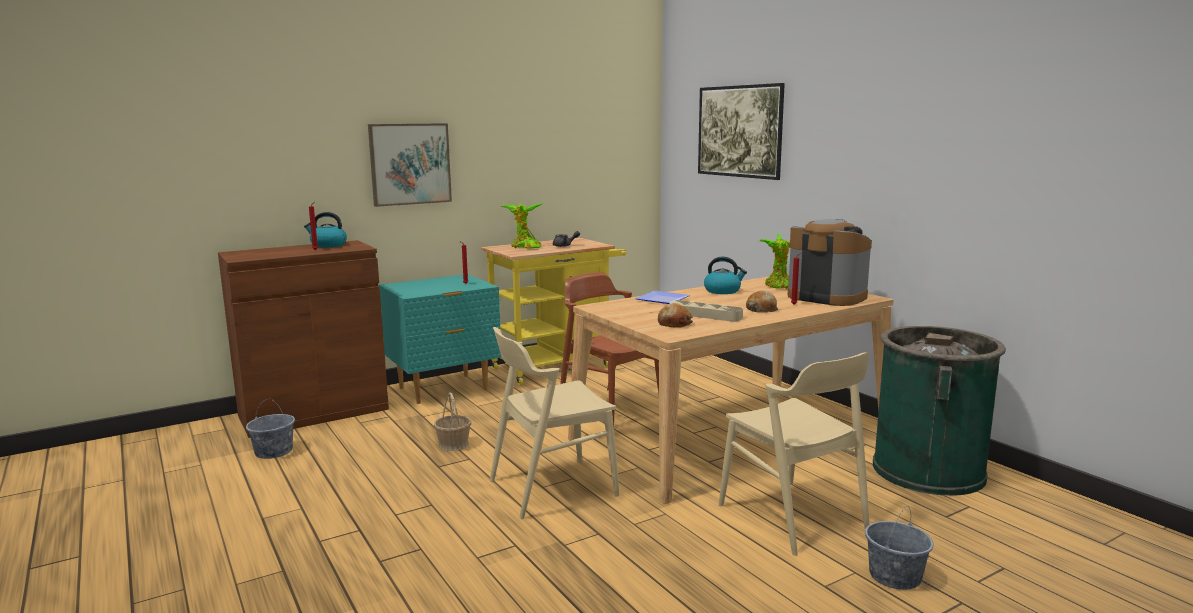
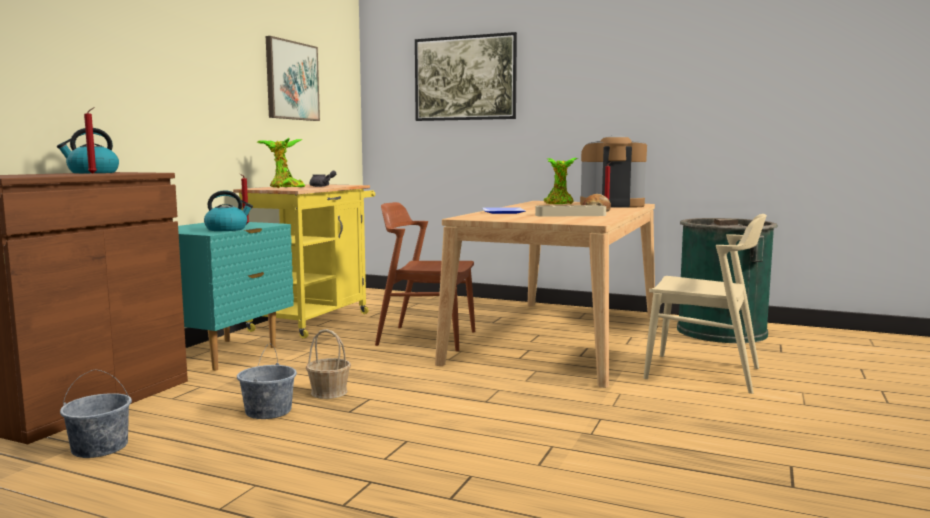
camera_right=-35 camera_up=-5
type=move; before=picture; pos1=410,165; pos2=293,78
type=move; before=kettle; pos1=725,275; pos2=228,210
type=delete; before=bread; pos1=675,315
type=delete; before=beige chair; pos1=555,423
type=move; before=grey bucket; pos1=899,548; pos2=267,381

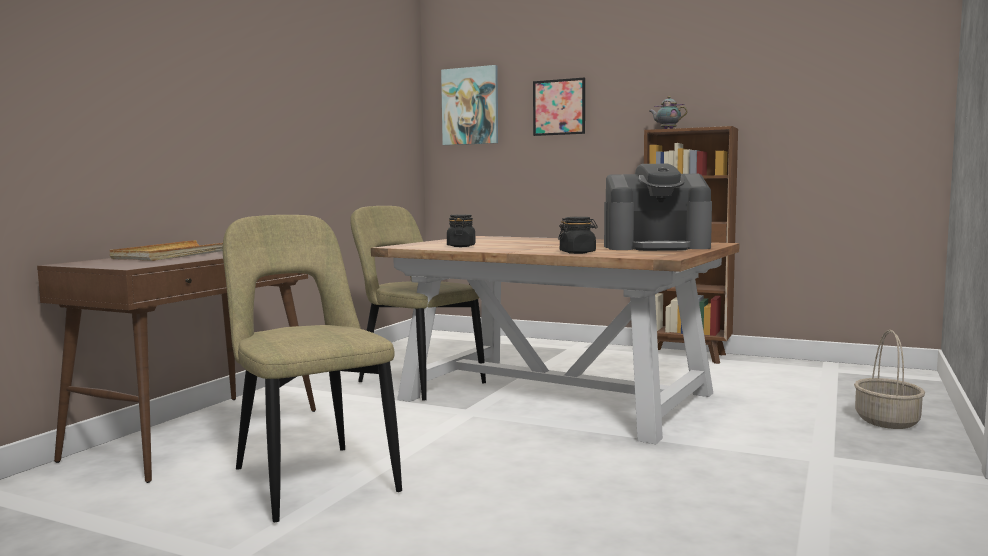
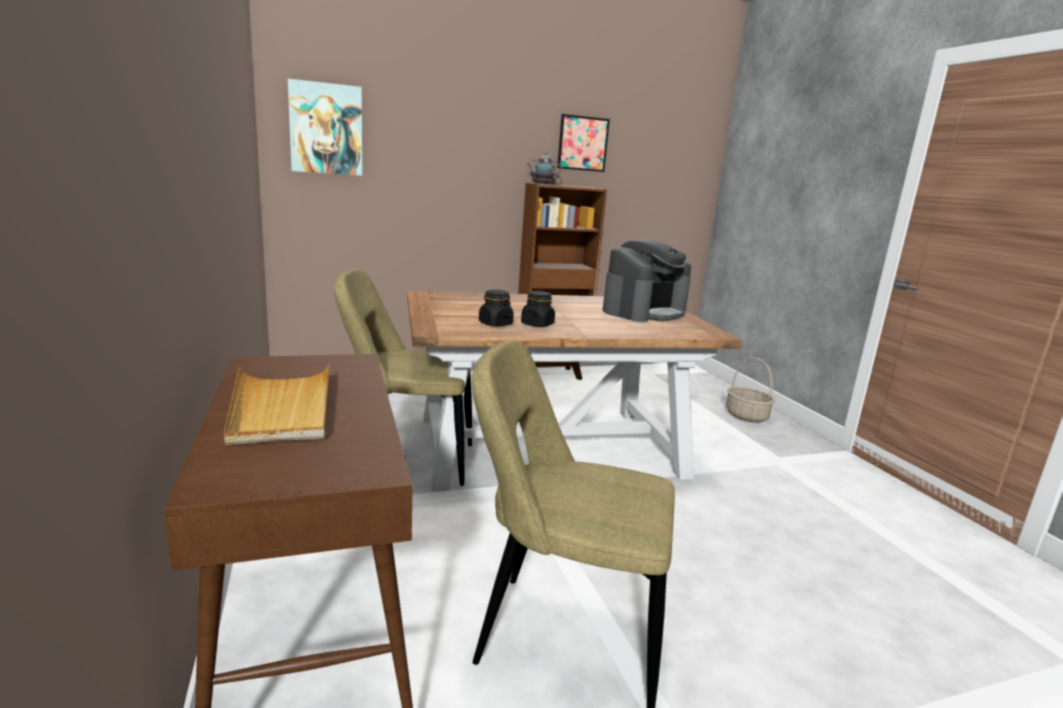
camera_right=-45 camera_up=10
type=move; before=picture; pos1=559,107; pos2=583,143
type=move; before=black jar; pos1=578,235; pos2=538,309

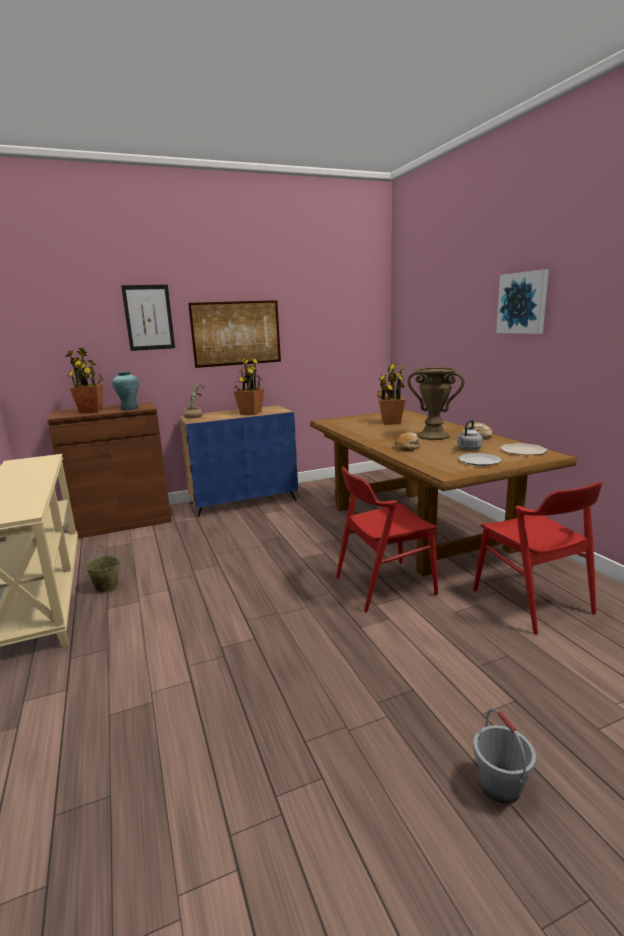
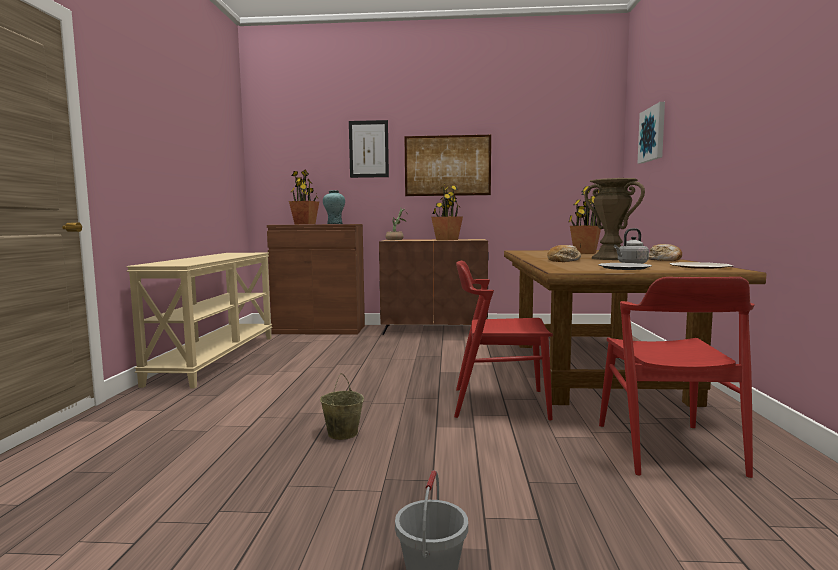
camera_right=25 camera_up=-10
type=move; before=picture; pos1=522,301; pos2=651,133
type=recolor; before=blue cabinet; after=brown cabinet; pos1=238,461; pos2=433,287
type=move; before=beige bucket; pos1=102,569; pos2=342,406

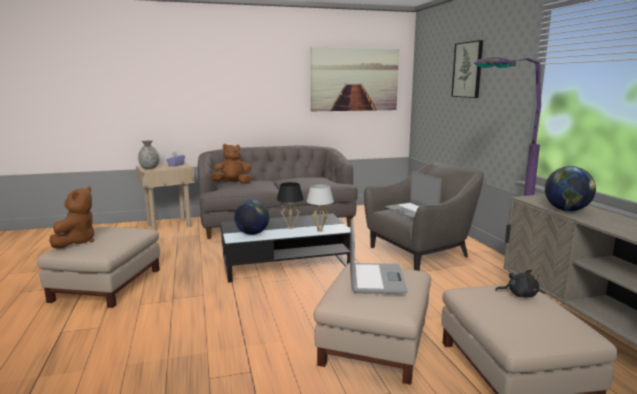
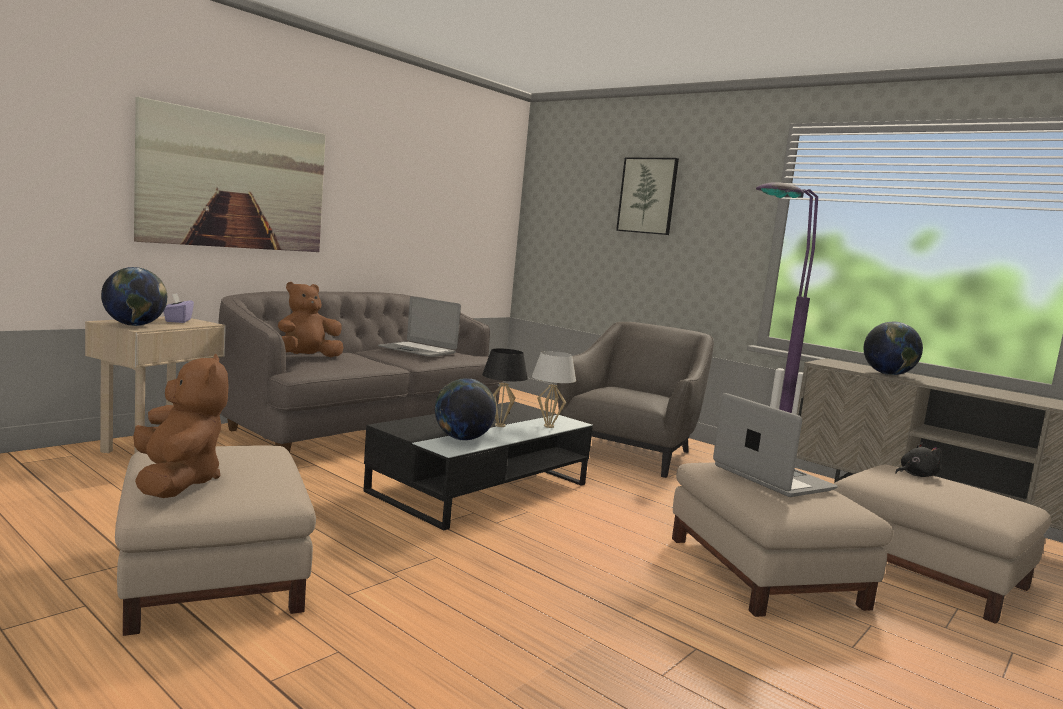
camera_right=-35 camera_up=-5
type=move; before=picture; pos1=355,79; pos2=230,174
type=replace; before=grey vase; after=globe; pos1=148,154; pos2=134,296
type=move; before=laptop; pos1=413,194; pos2=419,326

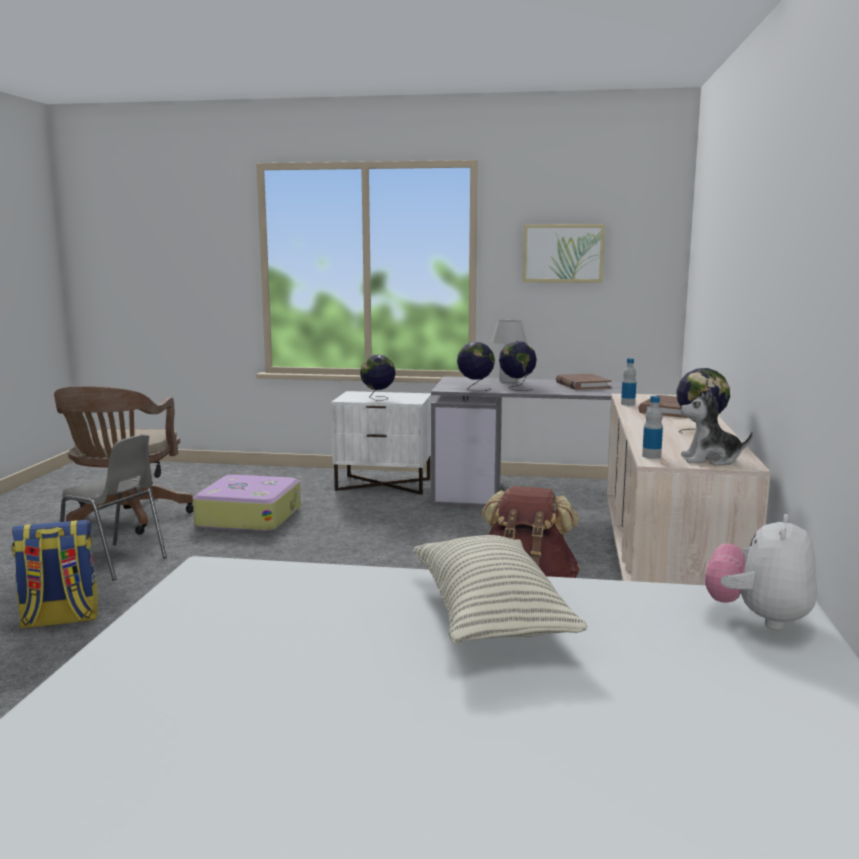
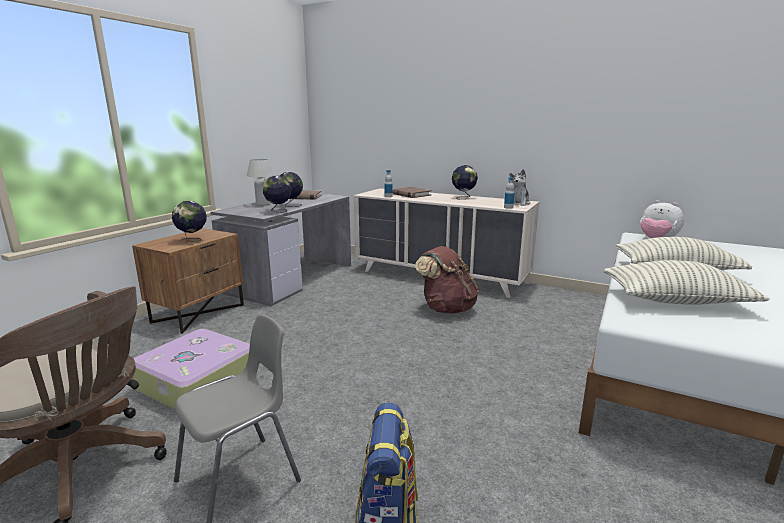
camera_right=-70 camera_up=5
type=delete; before=picture; pos1=564,253
type=recolor; before=white nightstand; after=brown nightstand; pos1=381,443; pos2=188,281
type=insert; after=pillow; pos2=686,282

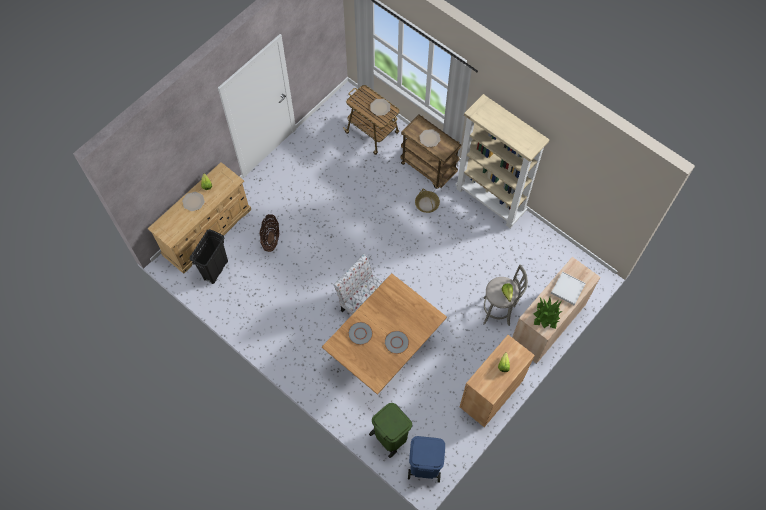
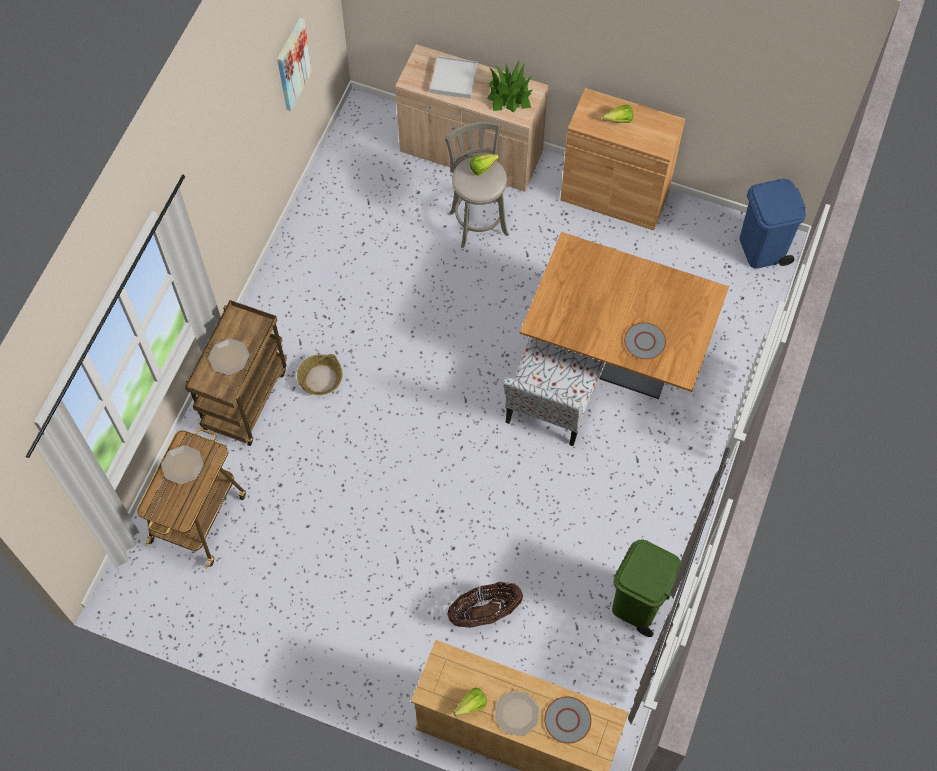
camera_right=-110 camera_up=0
type=delete; before=beige bookcase; pos1=502,161
type=delete; before=black trash can; pos1=208,256
type=move; before=grey plate; pos1=396,342; pos2=568,720
type=move; before=green trash can; pos1=390,430; pos2=646,588
type=insert; after=picture; pos2=294,64

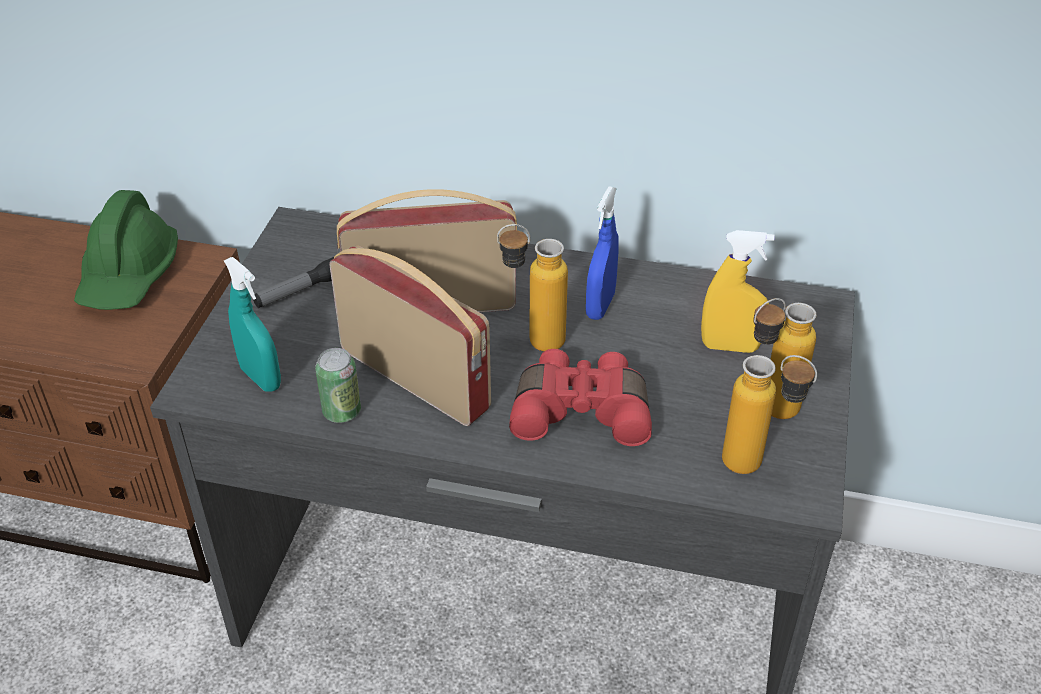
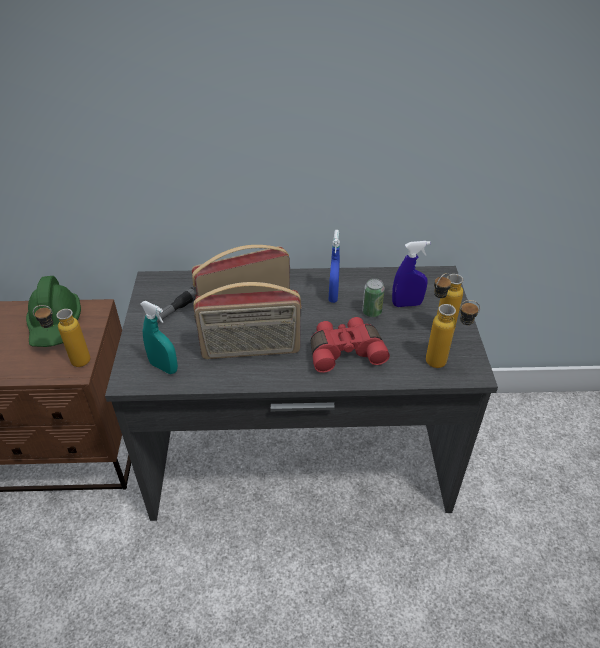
camera_right=-15 camera_up=0
type=move; before=bottle; pos1=532,287; pos2=61,336
type=recolor; before=yellow spray bottle; after=blue spray bottle; pos1=738,291; pos2=411,274
type=rotate; before=radio; pos1=410,335; pos2=247,320; turn=150
type=move; before=can; pos1=338,385; pos2=373,297

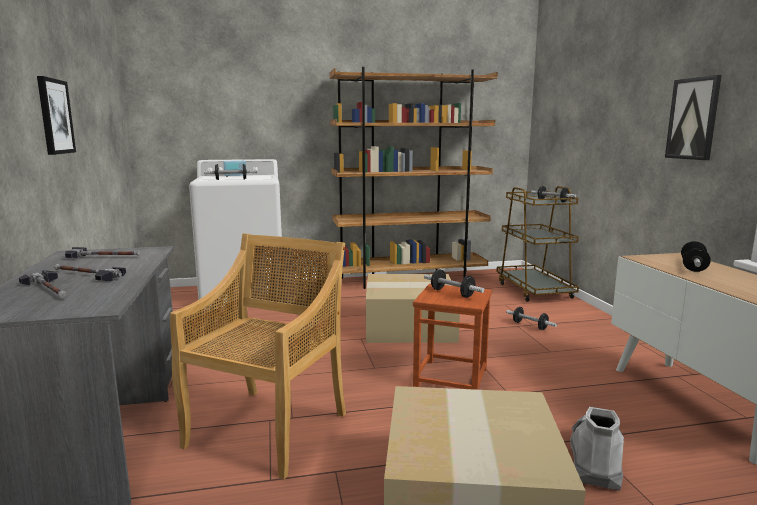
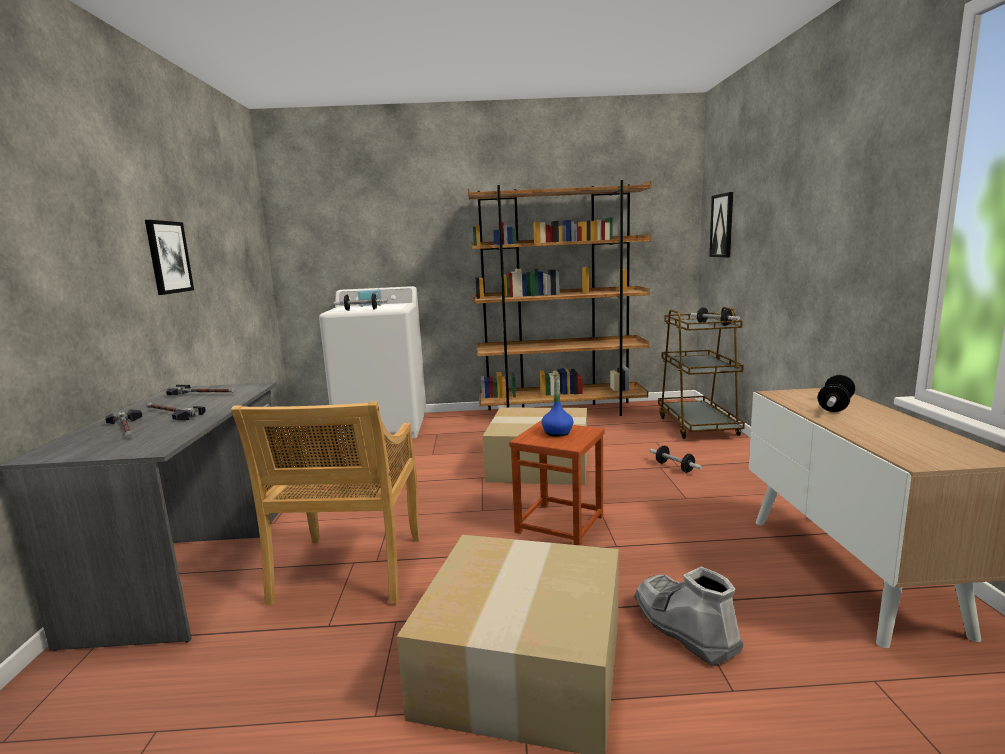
camera_right=10 camera_up=0
type=move; before=picture; pos1=693,117; pos2=721,225
type=rotate; before=beige chair; pos1=258,356; pos2=325,503; turn=150
type=replace; before=dumbbell; after=blue bottle; pos1=454,283; pos2=557,405
type=rotate; before=grey boot; pos1=597,449; pos2=689,616; turn=-60

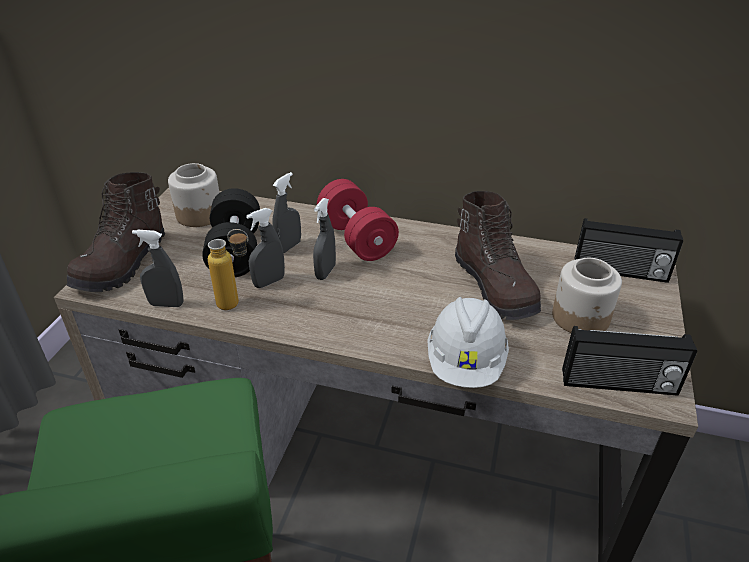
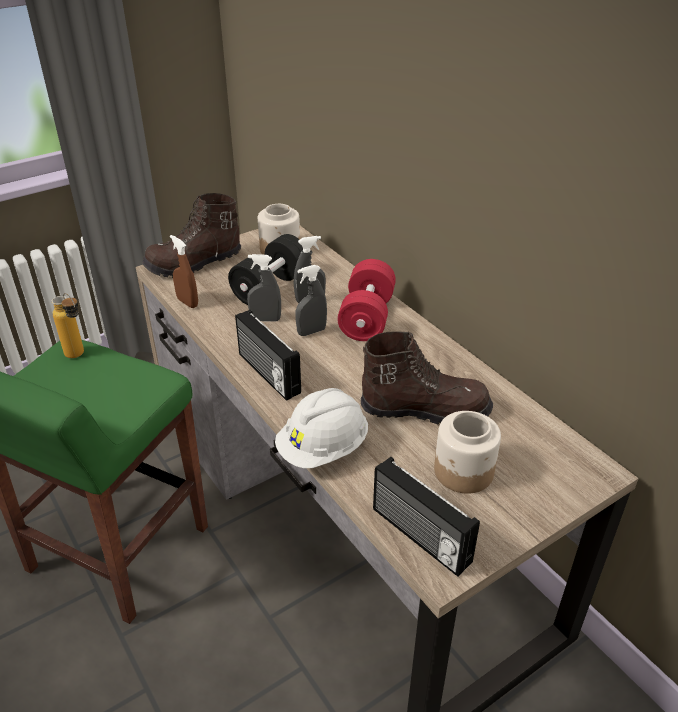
camera_right=40 camera_up=0
type=rotate; before=brown boot; pos1=498,255; pos2=427,378; turn=-105
type=move; before=radio; pos1=629,250; pos2=268,355
type=move; before=bottle; pos1=228,269; pos2=67,325
type=recolor; before=grey spray bottle; after=brown spray bottle; pos1=158,268; pos2=184,271

